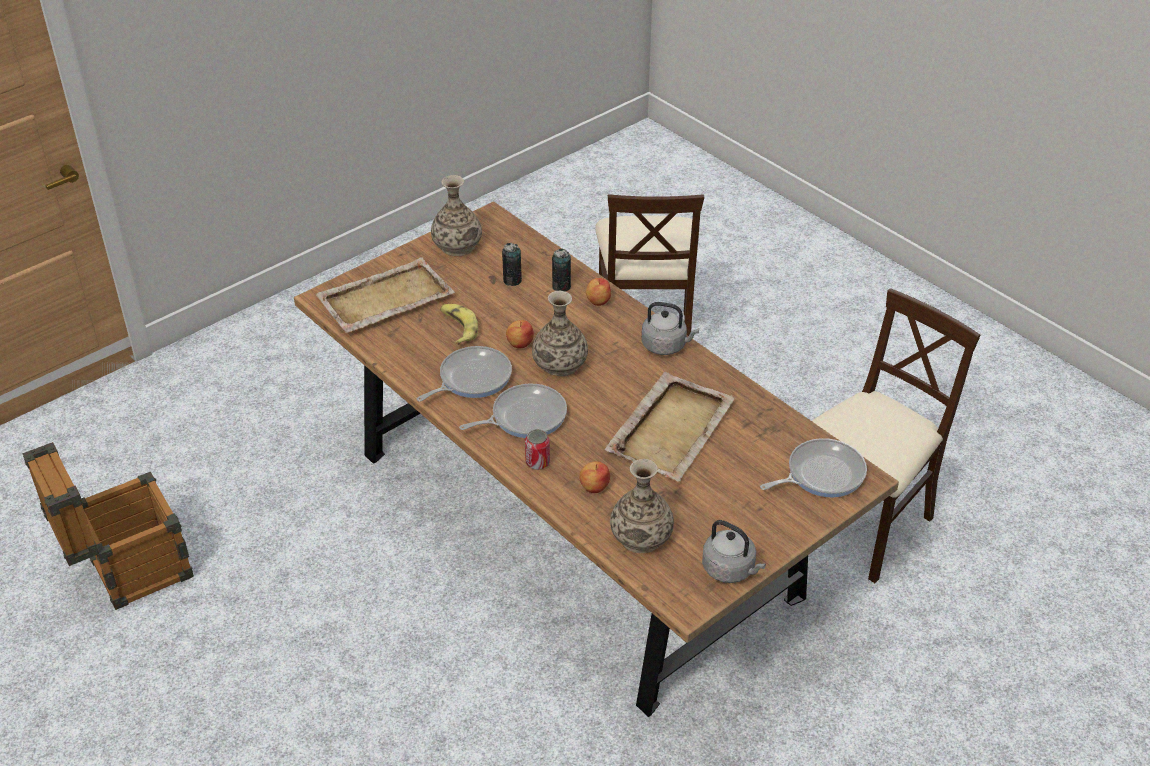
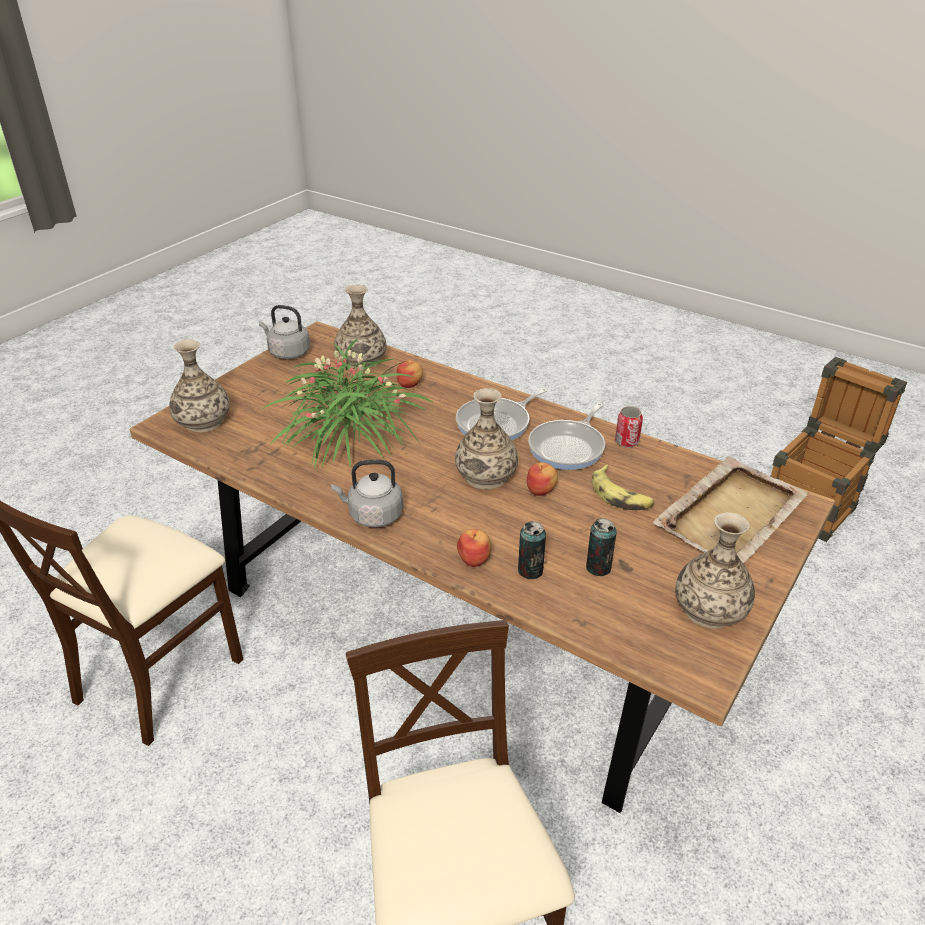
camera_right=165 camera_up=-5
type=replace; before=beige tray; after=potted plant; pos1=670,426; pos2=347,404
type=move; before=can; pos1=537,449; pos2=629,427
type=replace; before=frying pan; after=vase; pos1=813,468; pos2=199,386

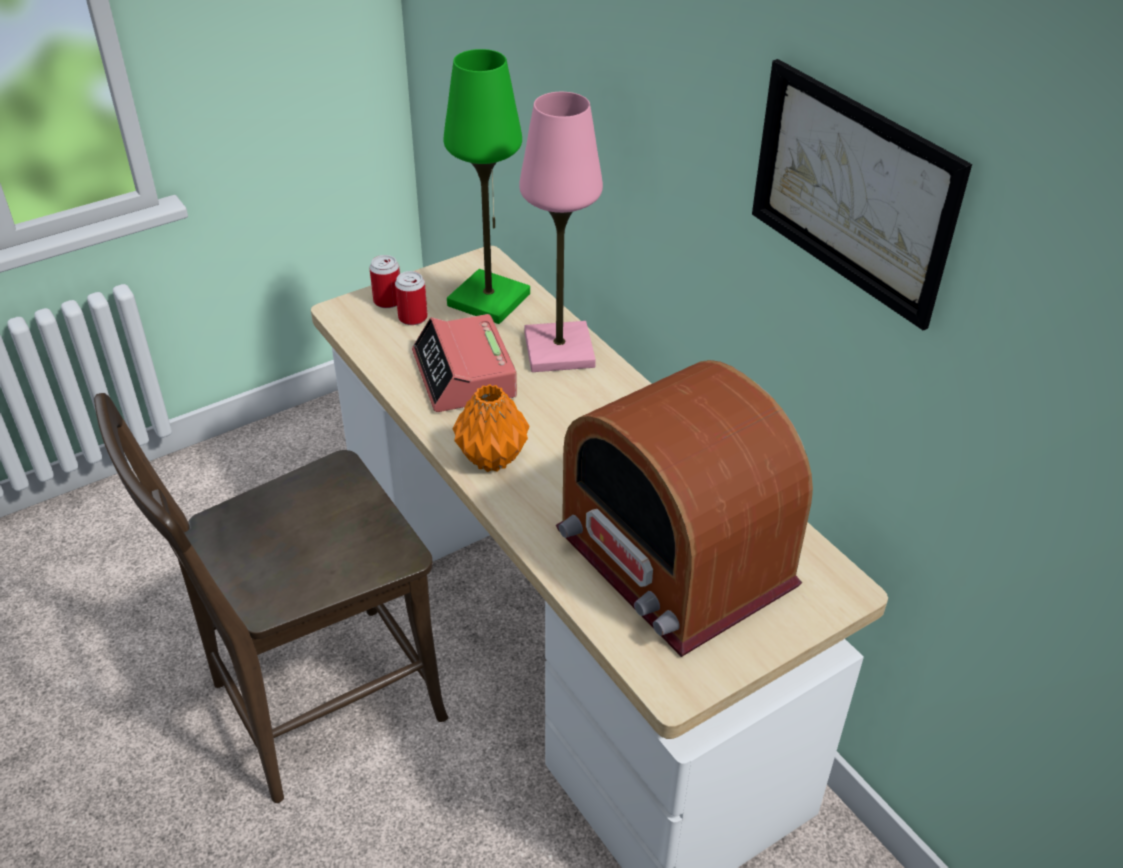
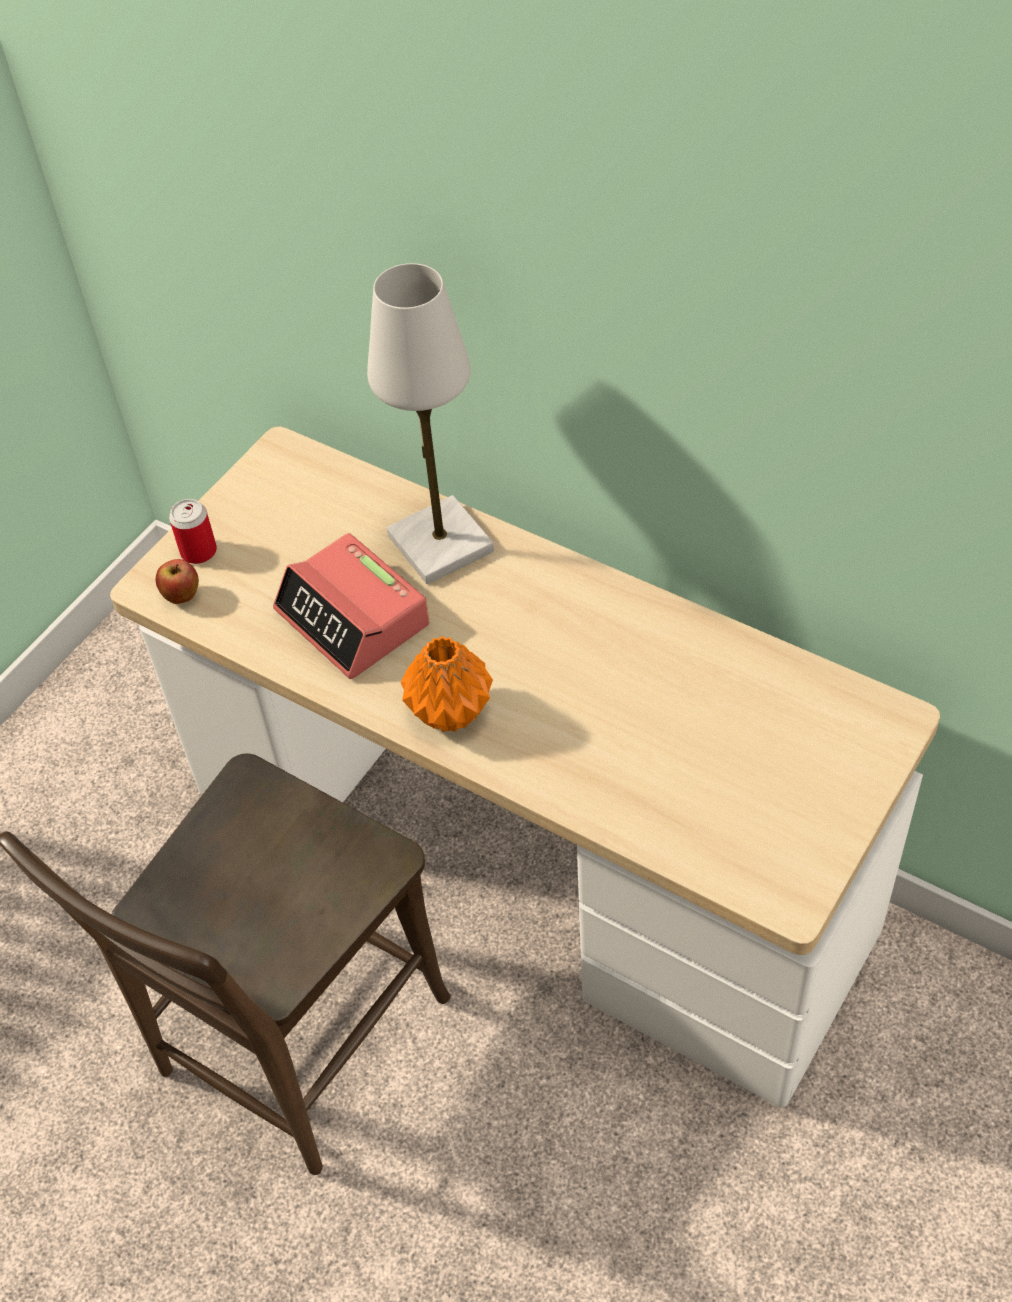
camera_right=-20 camera_up=10
type=delete; before=green table lamp; pos1=486,186
type=delete; before=picture; pos1=862,195
type=recolor; before=pink table lamp; after=white table lamp; pos1=561,232; pos2=430,423
type=delete; before=can; pos1=411,298
type=delete; before=radio; pos1=684,508
type=insert; after=apple; pos2=177,581

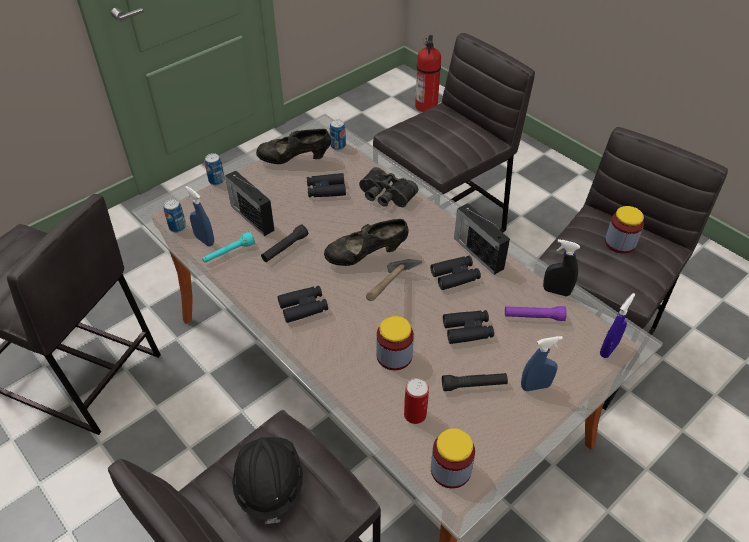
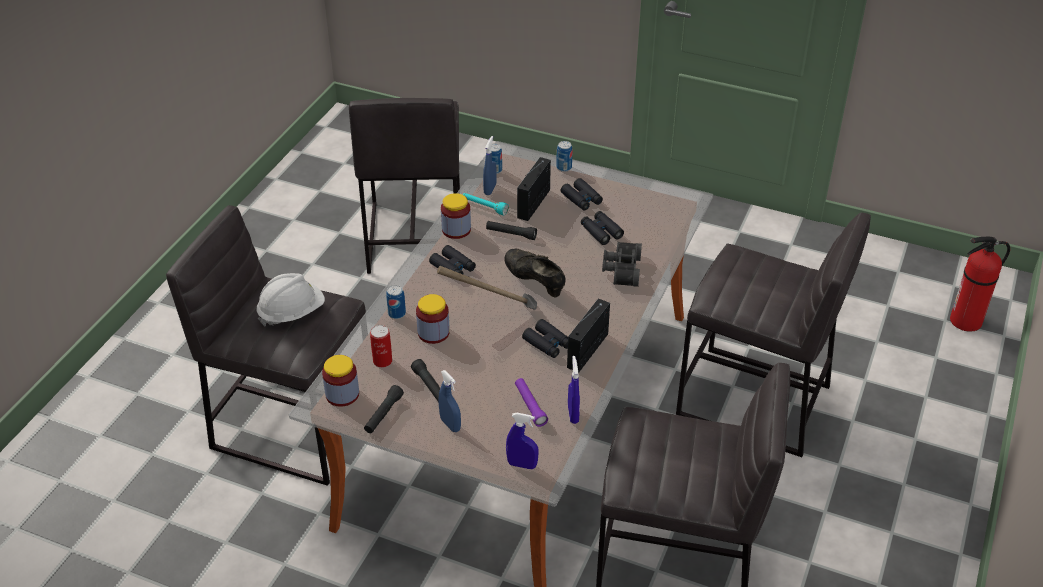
camera_right=65 camera_up=-5
type=move; before=can; pos1=338,134; pos2=396,302
type=delete; before=black shoe; pos1=293,146
type=move; before=jar; pos1=624,230; pos2=456,216
type=recolor; before=black spray bottle; after=blue spray bottle; pos1=561,267; pos2=574,390
type=move; before=black binoculars; pos1=468,327; pos2=581,194
type=recolor; before=black hard hat; after=white hard hat; pos1=267,480; pos2=290,299
type=insert; after=black flashlight; pos2=384,409

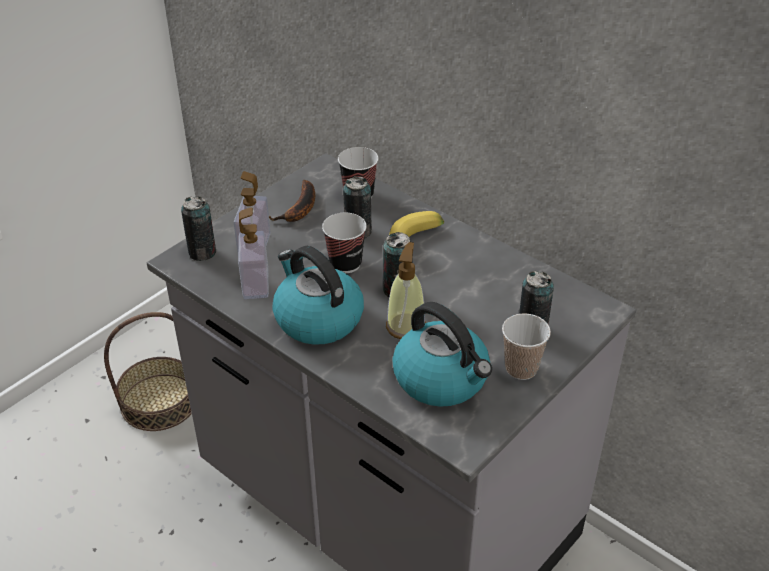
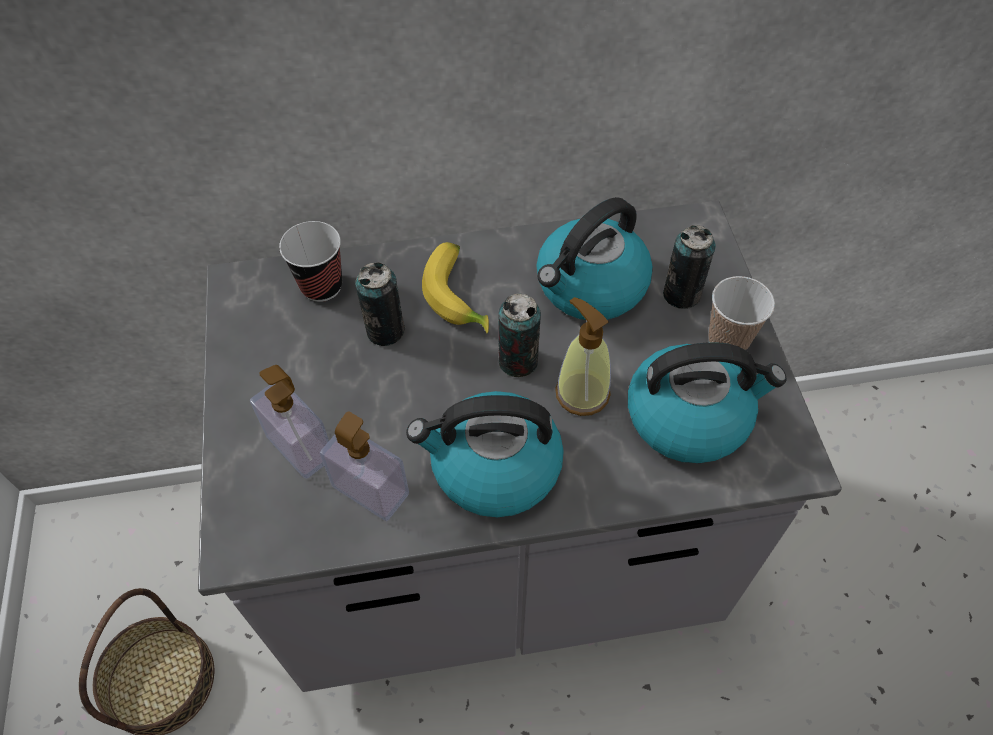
camera_right=-50 camera_up=15
type=delete; before=banana; pos1=292,201
type=delete; before=can; pos1=198,228
type=delete; before=cup; pos1=344,243
type=insert; after=kettle; pos2=595,258

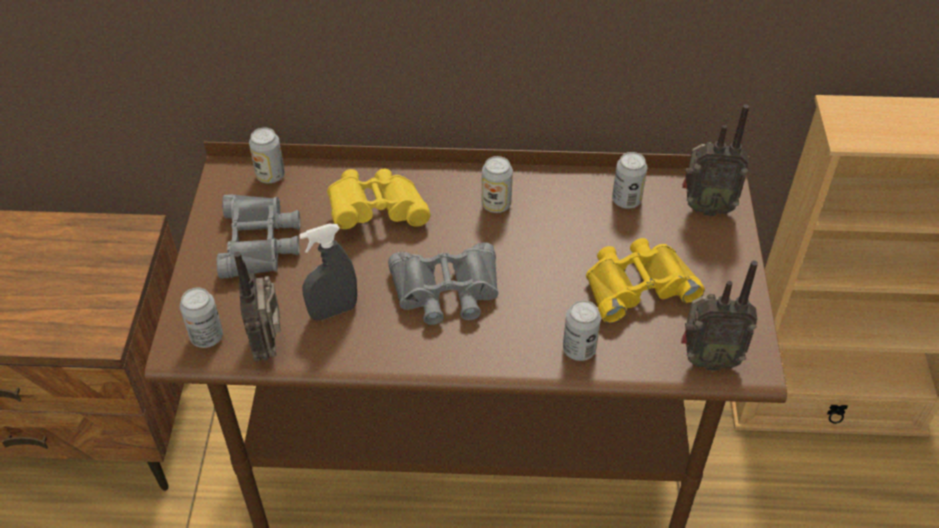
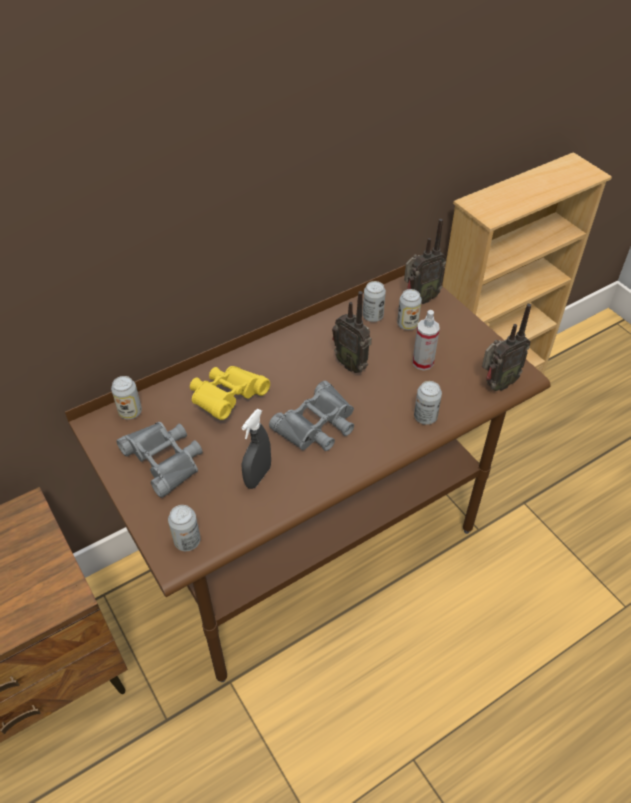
camera_right=-35 camera_up=0
type=move; before=can; pos1=497,184; pos2=409,309
type=replace; before=yellow binoculars; after=spray bottle; pos1=645,280; pos2=426,340
type=move; before=radio; pos1=257,307; pos2=352,332

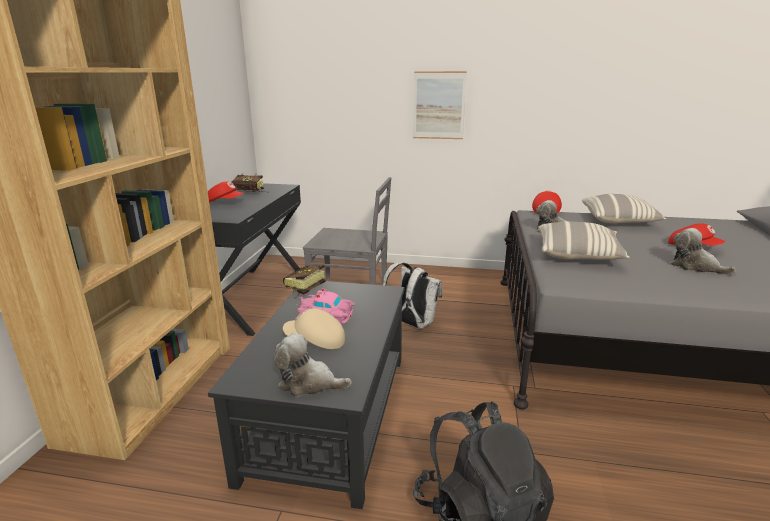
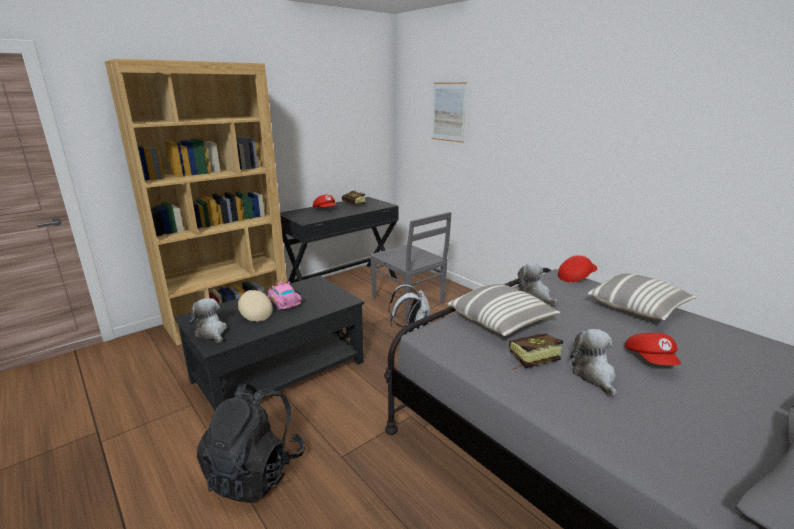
camera_right=40 camera_up=0
type=move; before=picture; pos1=440,105; pos2=449,112
type=move; before=book; pos1=304,282; pos2=536,351

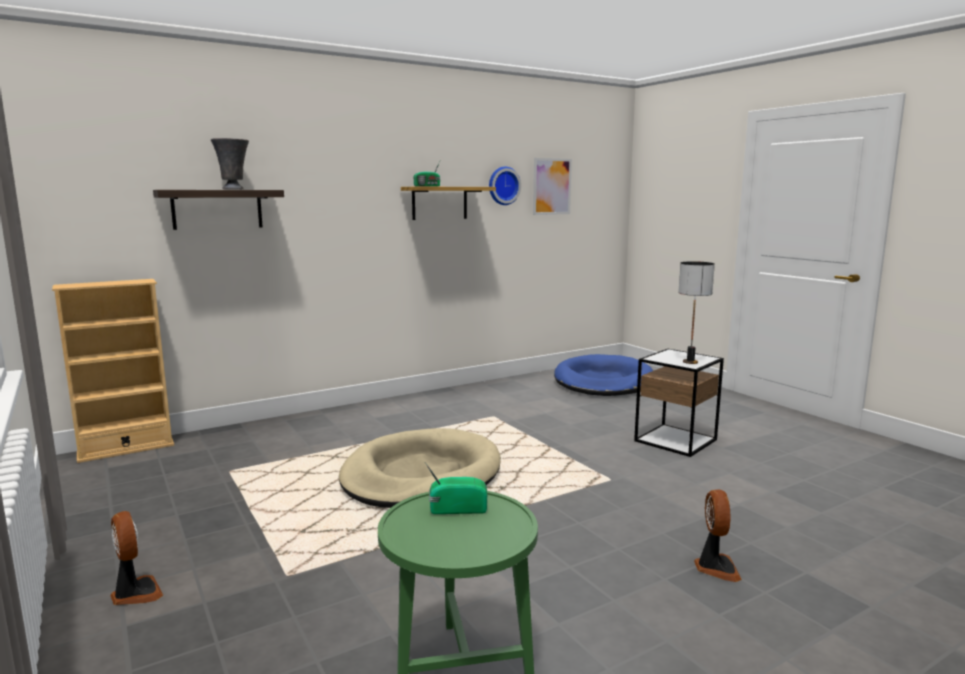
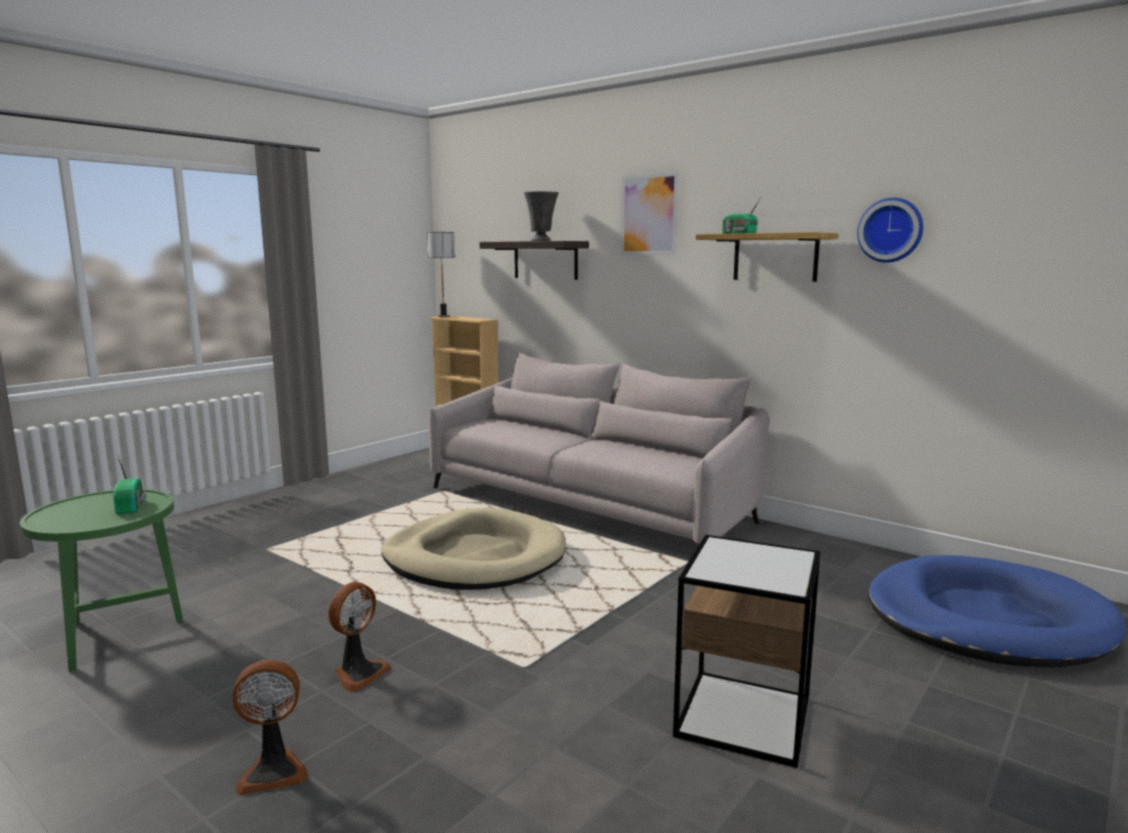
camera_right=70 camera_up=0
type=move; before=picture; pos1=552,186; pos2=650,213
type=move; before=table lamp; pos1=696,312; pos2=441,274
type=move; before=fan; pos1=137,558; pos2=360,636
type=insert; after=grey sofa; pos2=599,448

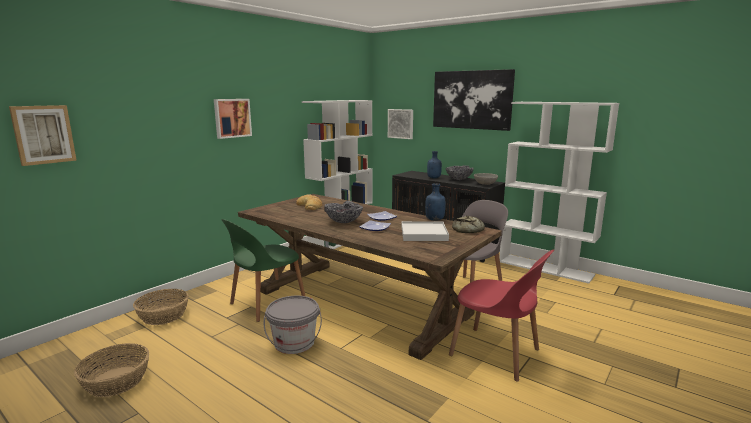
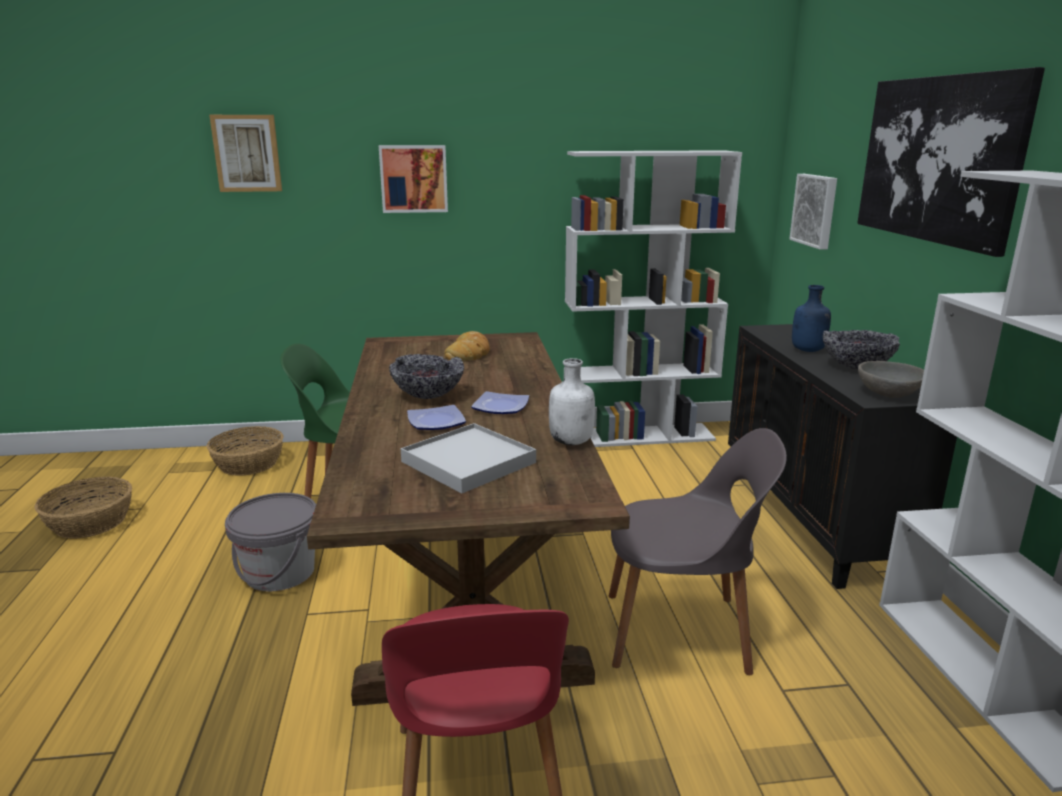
camera_right=45 camera_up=5
type=move; before=picture; pos1=43,135; pos2=245,153
type=recolor; before=blue bottle; after=white bottle; pos1=435,202; pos2=572,401
type=delete; before=bread; pos1=468,224

